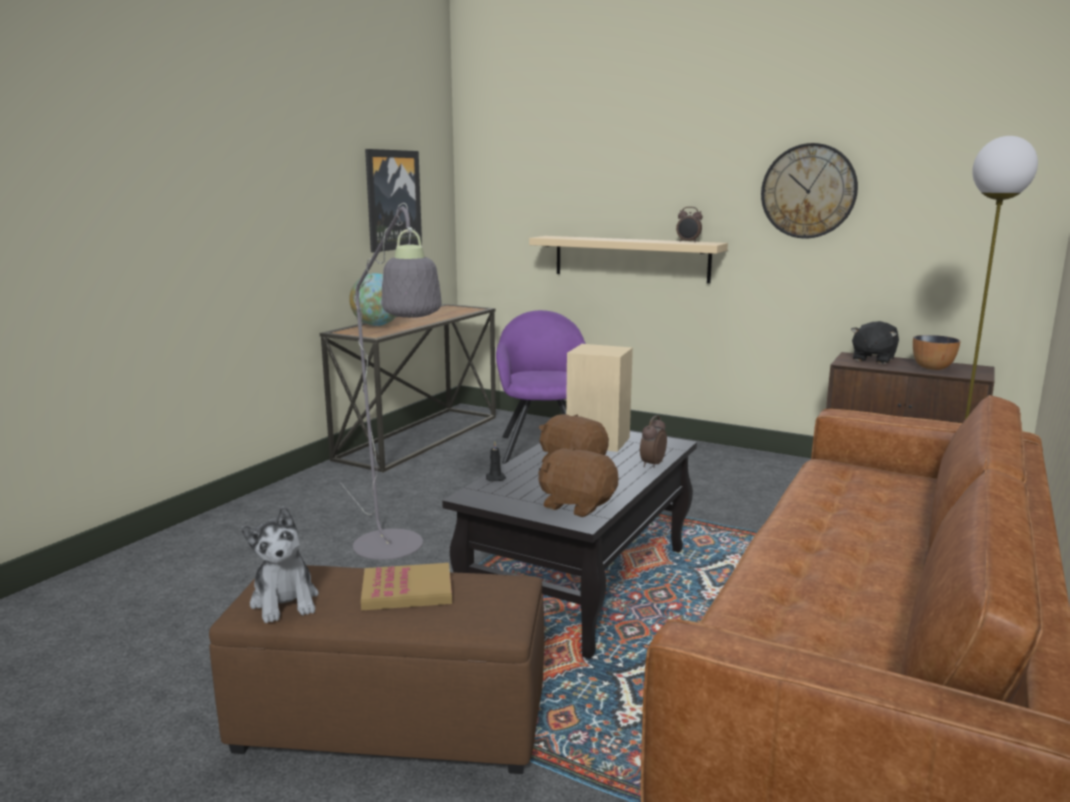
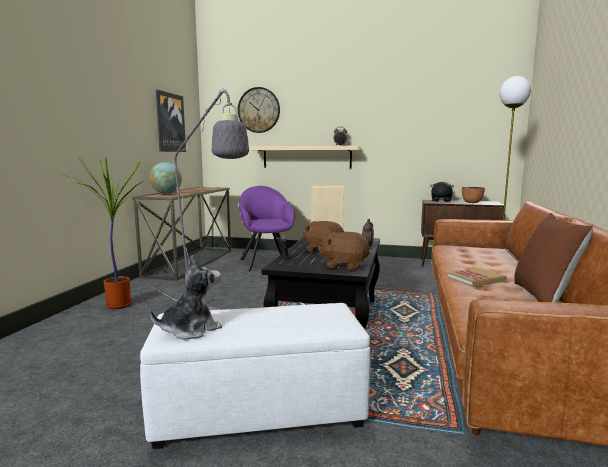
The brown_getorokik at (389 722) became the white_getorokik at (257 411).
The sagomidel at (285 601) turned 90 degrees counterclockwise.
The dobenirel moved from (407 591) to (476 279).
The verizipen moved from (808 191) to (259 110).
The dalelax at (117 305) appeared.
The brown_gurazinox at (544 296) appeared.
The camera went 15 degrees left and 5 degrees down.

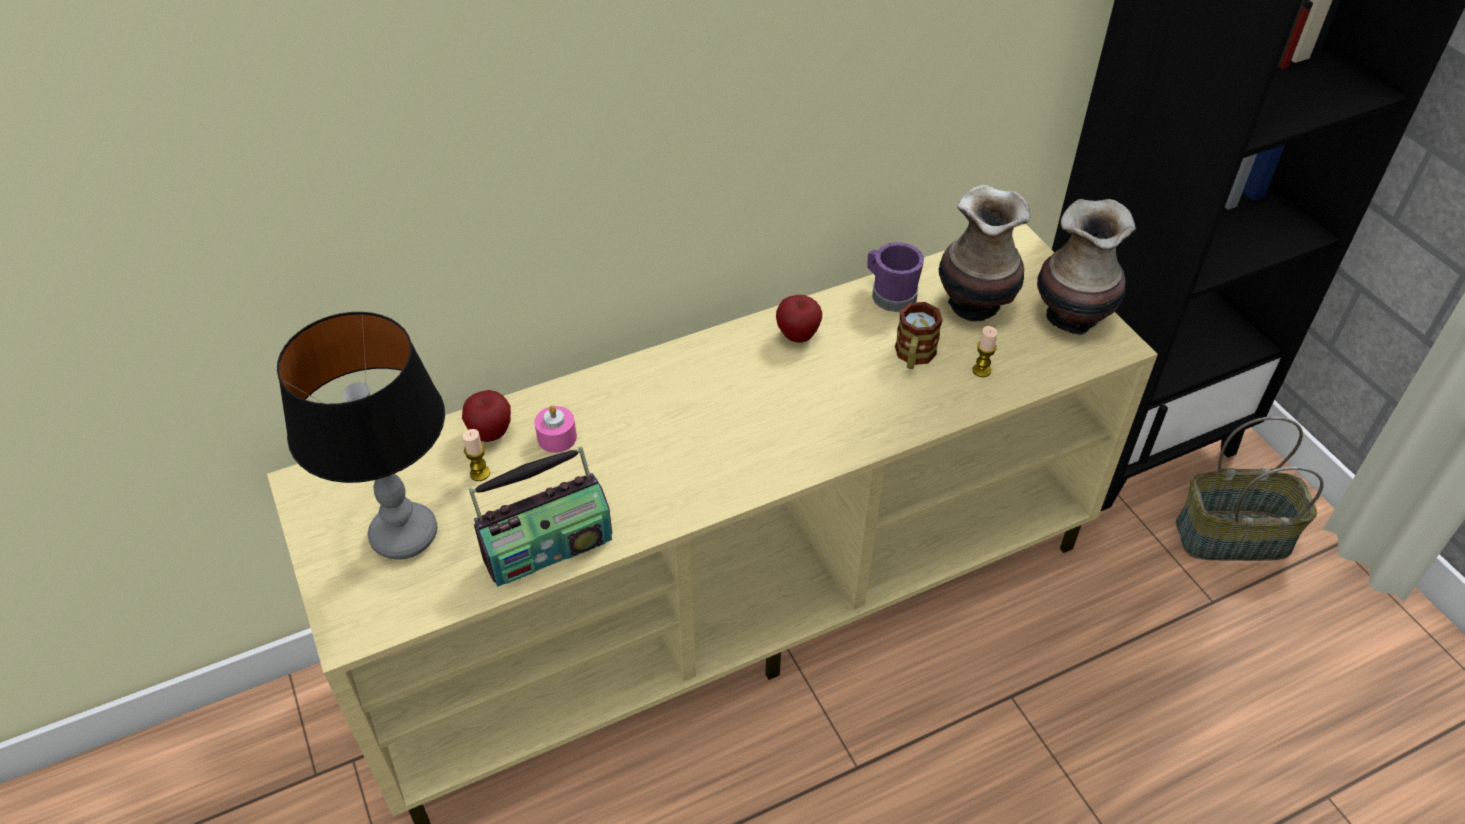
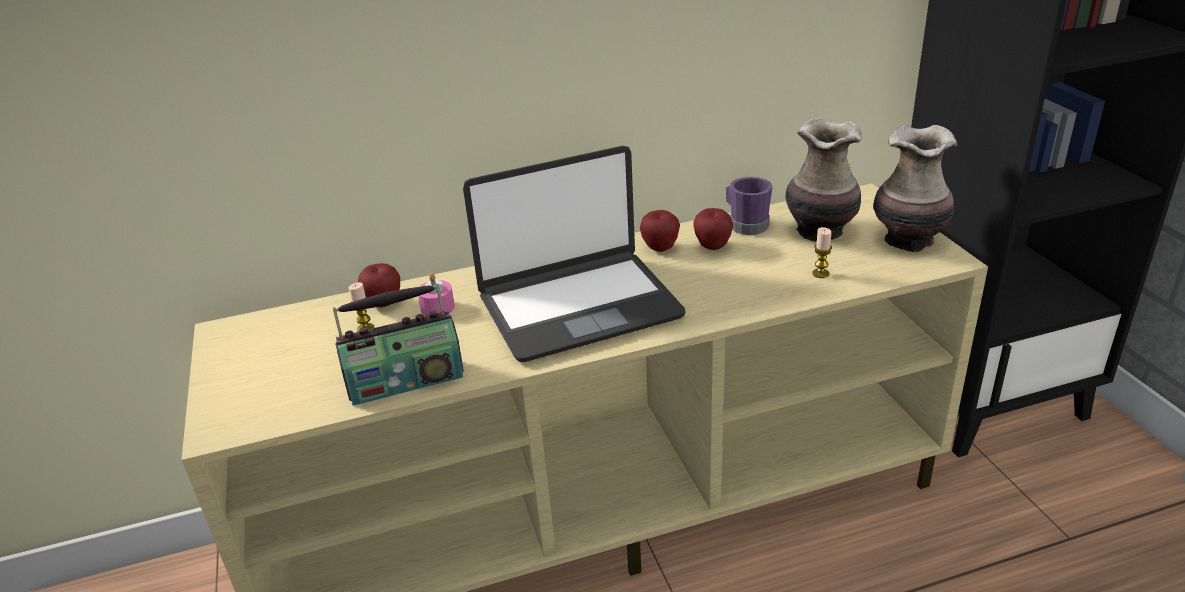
The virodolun at (404 534) disappeared.
The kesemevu at (913 357) disappeared.
The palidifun at (1232 538) disappeared.
The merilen at (578 306) appeared.
The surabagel at (712 247) appeared.
The camera went 10 degrees right and 15 degrees down.

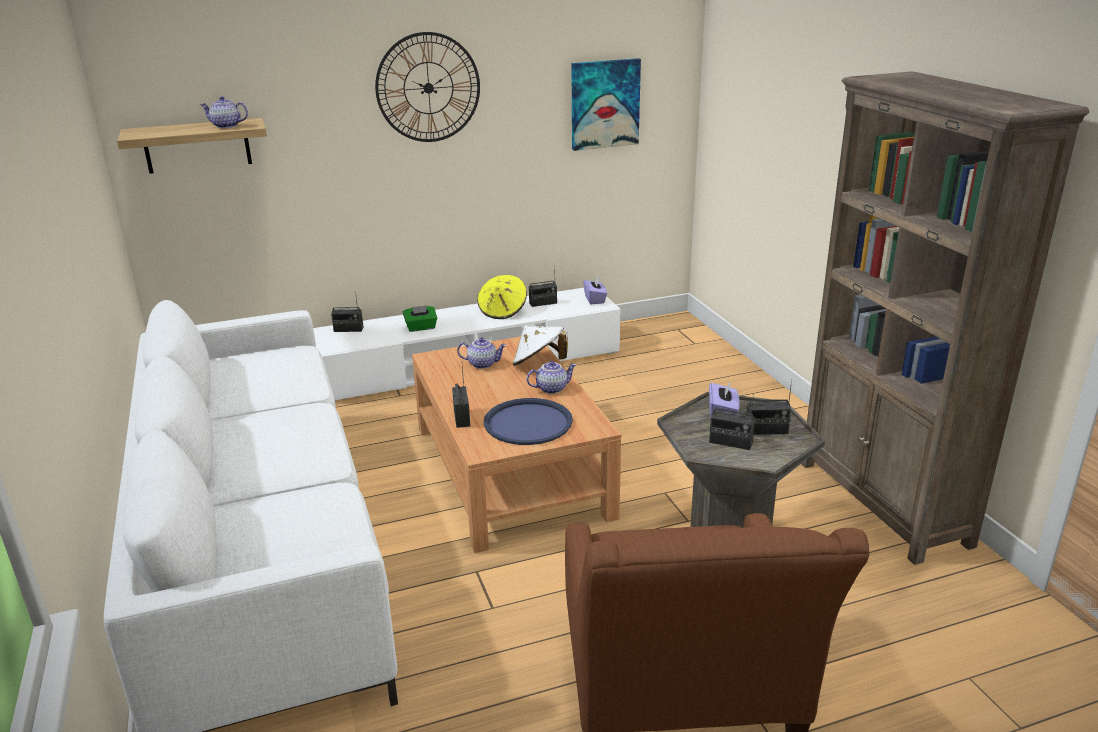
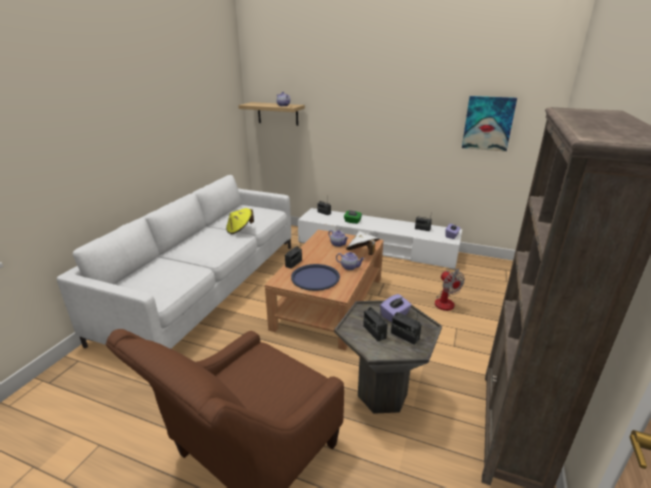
The verizipen at (428 88) disappeared.
The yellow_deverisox moved from (503 311) to (240 230).
The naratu at (446 301) appeared.
The camera went 40 degrees right and 0 degrees up.

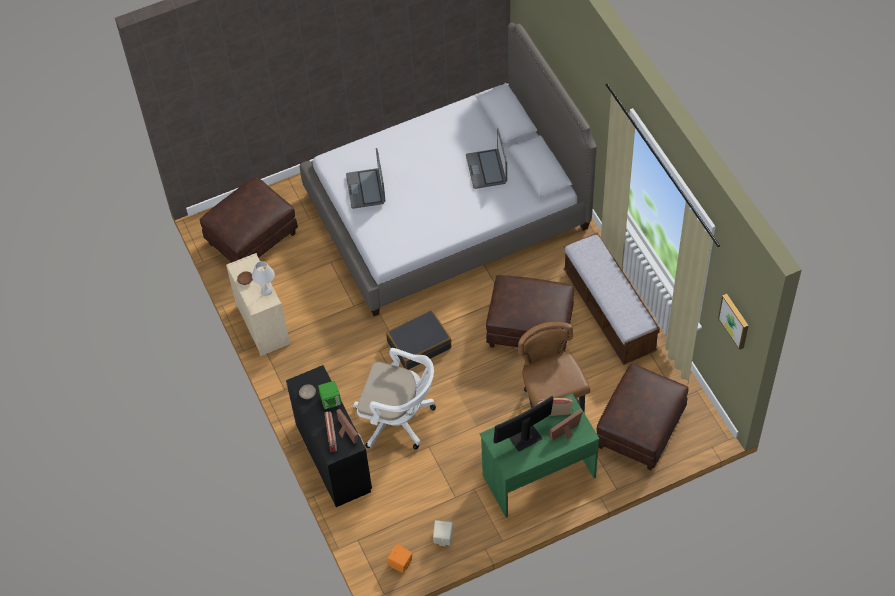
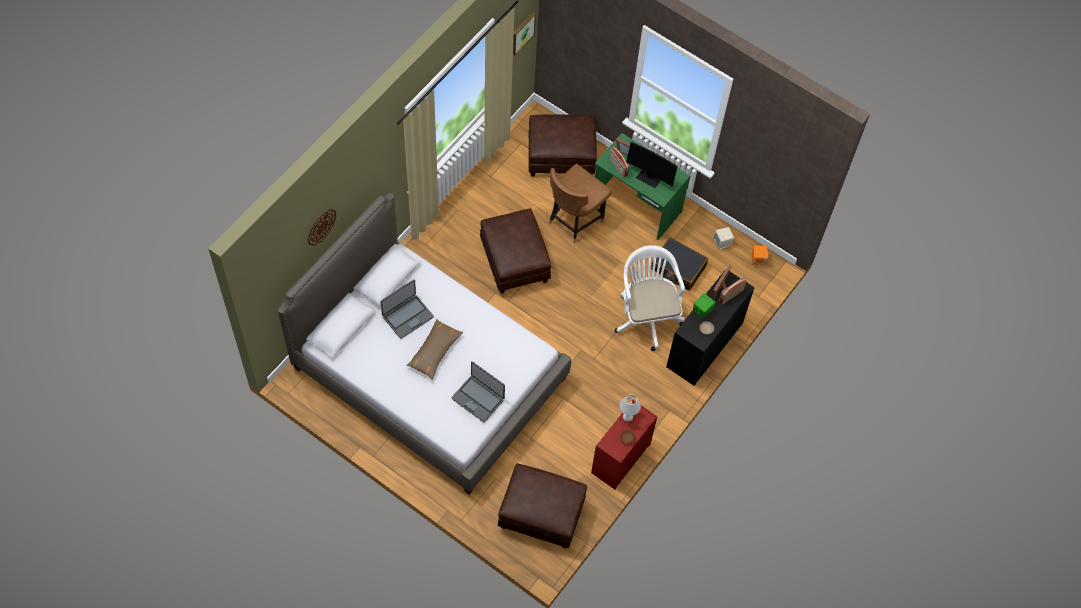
The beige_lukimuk at (262 324) became the red_lukimuk at (620 459).
The merilen at (366 189) turned 75 degrees clockwise.
The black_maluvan moved from (419 344) to (678 268).
The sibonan at (609 312) disappeared.
The verizipen at (321 227) appeared.
The brown_gurazinox at (434 352) appeared.
The camera went 125 degrees left and 5 degrees up.

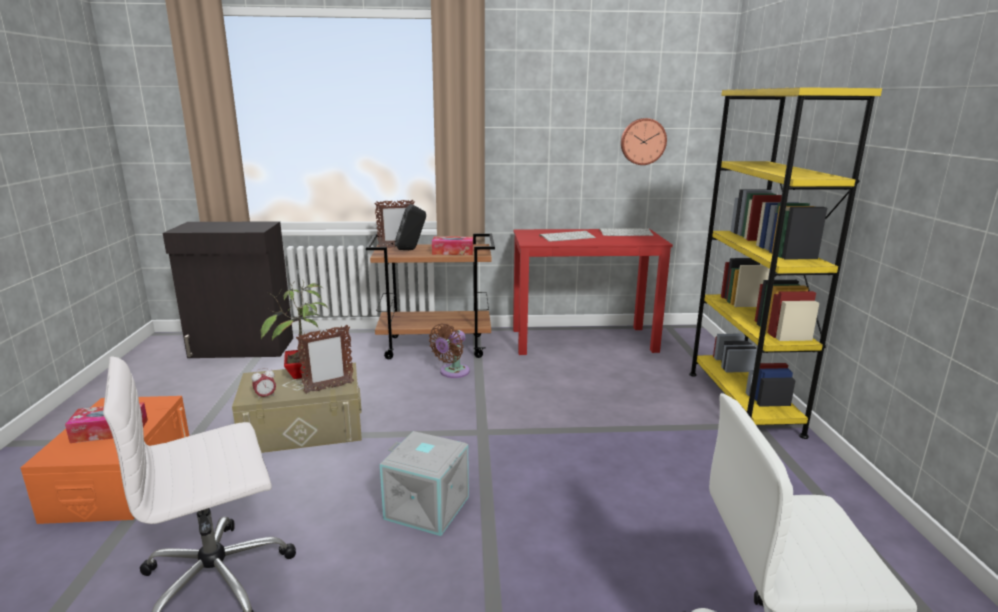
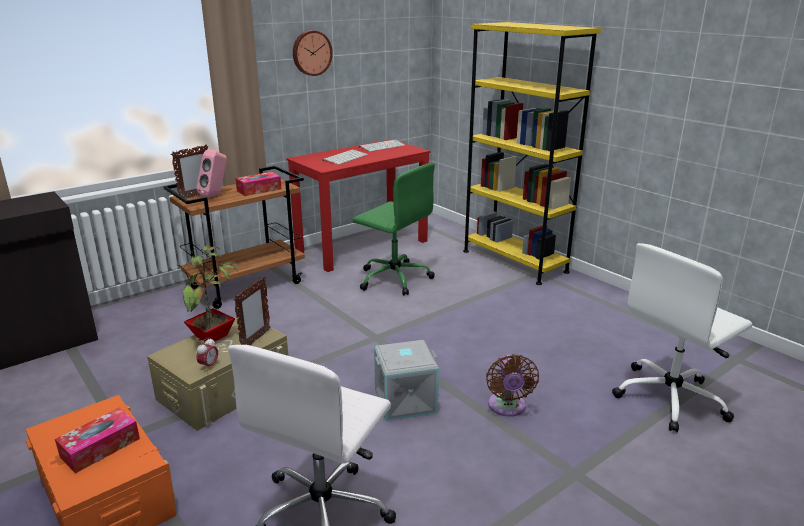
The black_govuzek at (411 250) became the pink_govuzek at (215 195).
The brown_naratu moved from (452 372) to (507 407).
The verizipen moved from (642 141) to (311 53).
The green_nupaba at (393 278) appeared.
The camera went 35 degrees left and 5 degrees up.

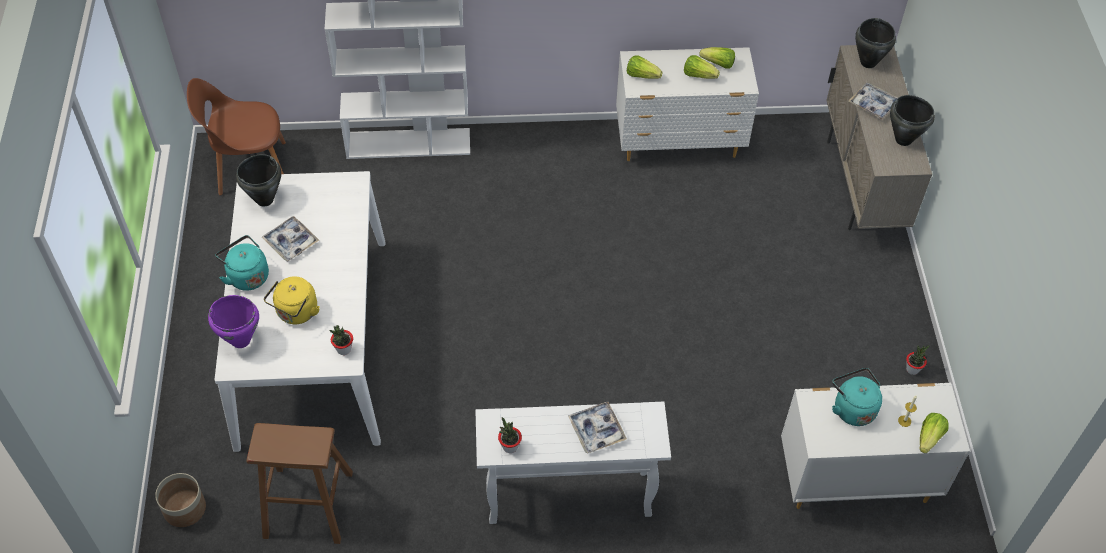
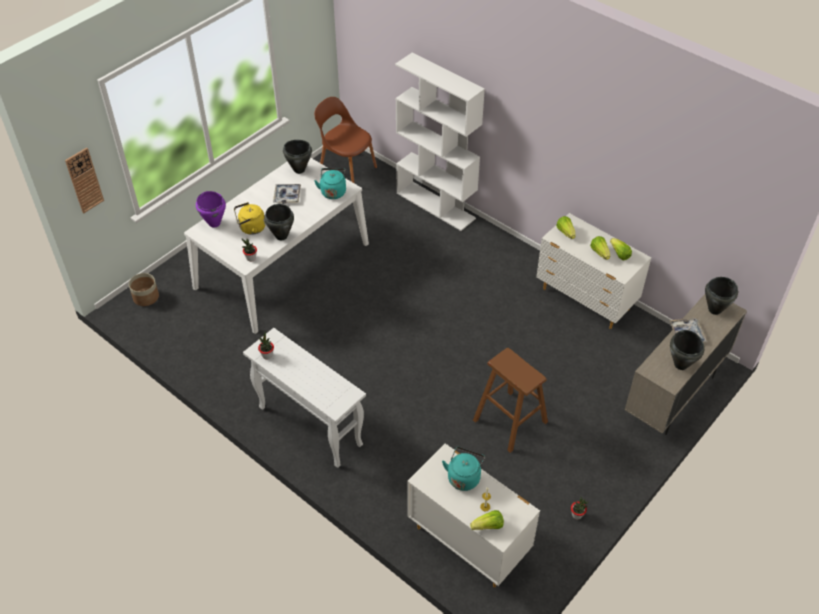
The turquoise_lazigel moved from (247 276) to (333 191).
The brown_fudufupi moved from (308 504) to (510 421).
The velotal at (596 430) disappeared.
The verizipen at (84 180) appeared.
The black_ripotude at (281 236) appeared.
The camera went 45 degrees right and 5 degrees down.

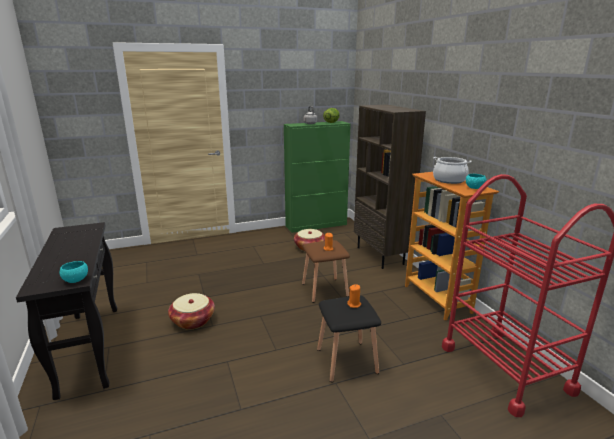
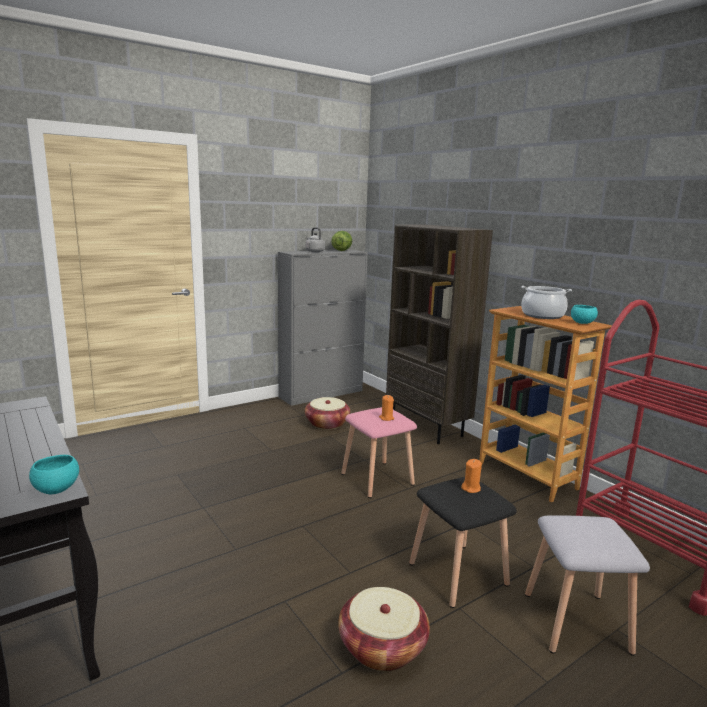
The palidifun moved from (193 321) to (382 647).
The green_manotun at (316 225) became the grey_manotun at (322 394).
The brown_fudufupi at (325 289) became the pink_fudufupi at (378 478).
The grey_fudufupi at (574 621) appeared.
The camera went 15 degrees left and 5 degrees down.

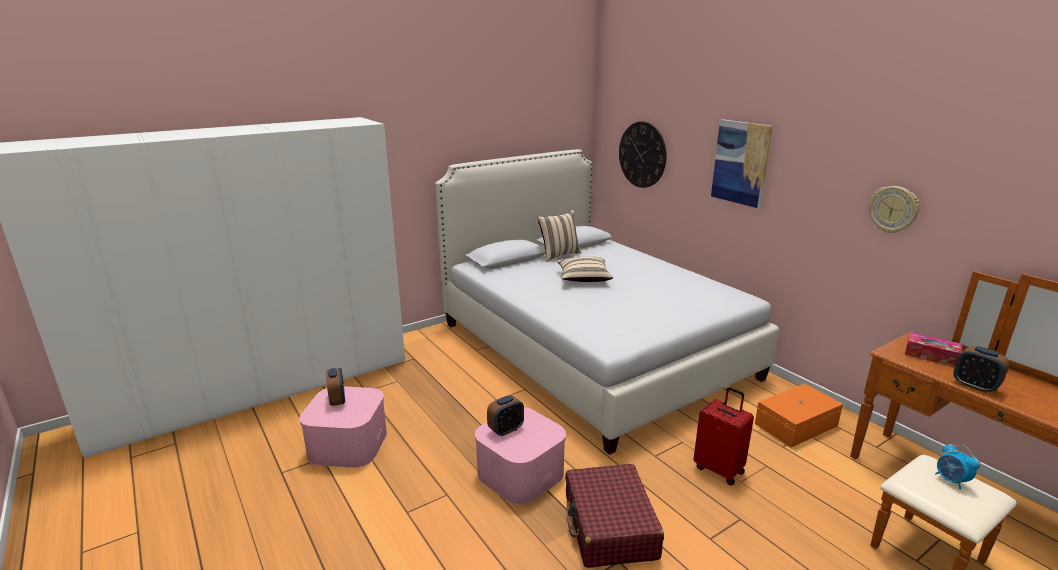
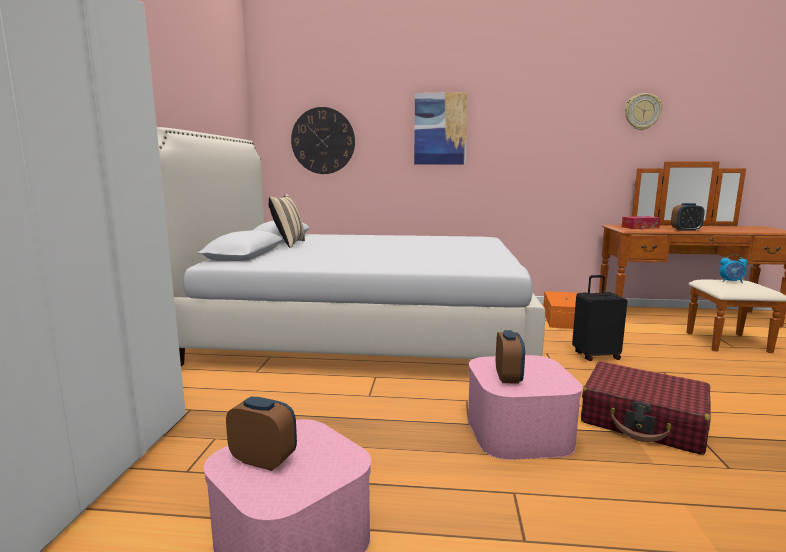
The beige_gurazinox at (583 279) disappeared.
The red_maluvan at (719 469) became the black_maluvan at (595 355).
The verizipen moved from (893 209) to (642 112).
The camera went 50 degrees left and 10 degrees down.

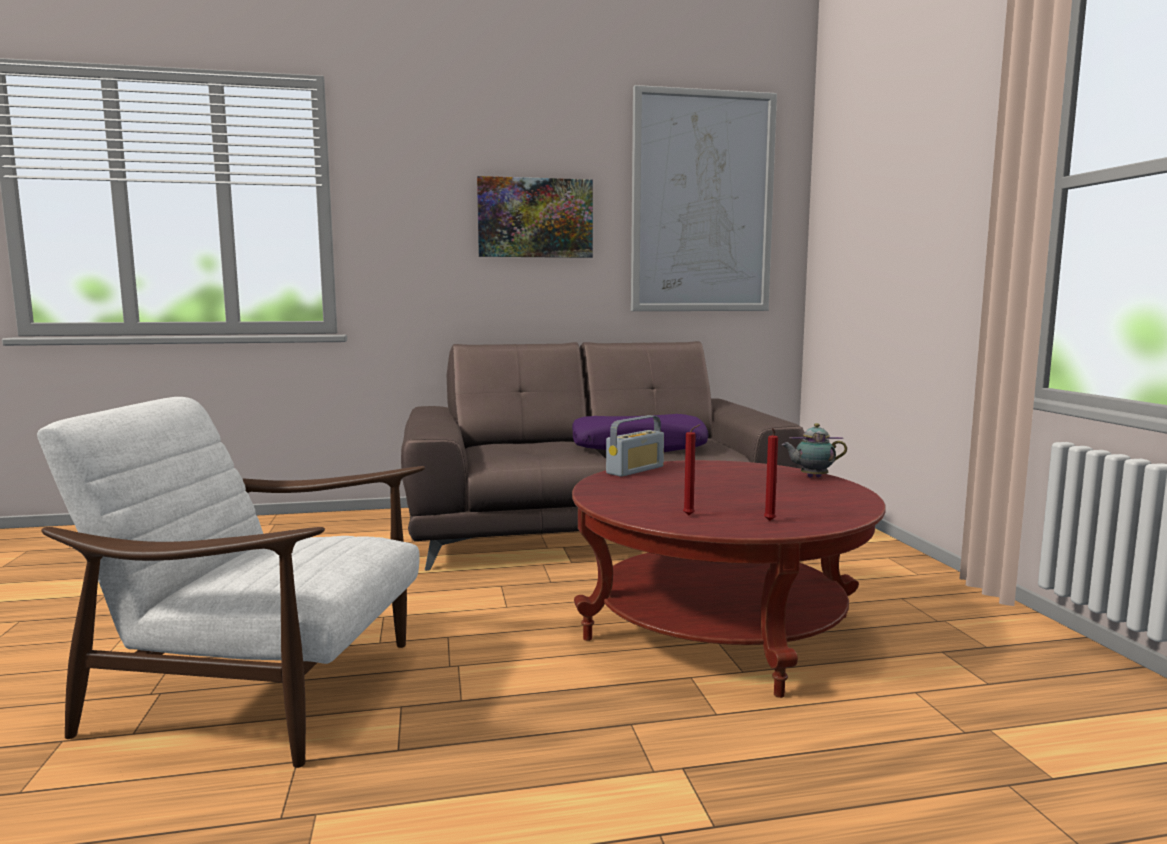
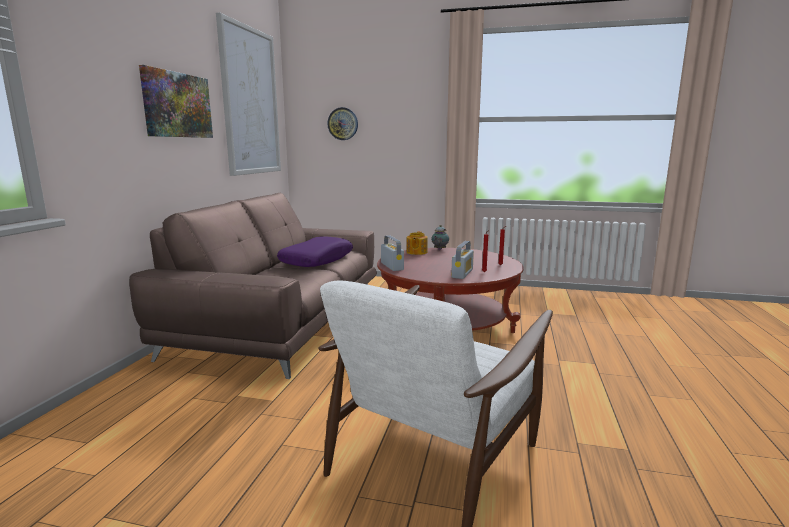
The verizipen at (343 124) appeared.
The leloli at (416 252) appeared.
The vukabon at (462 273) appeared.
The camera went 65 degrees left and 5 degrees up.

